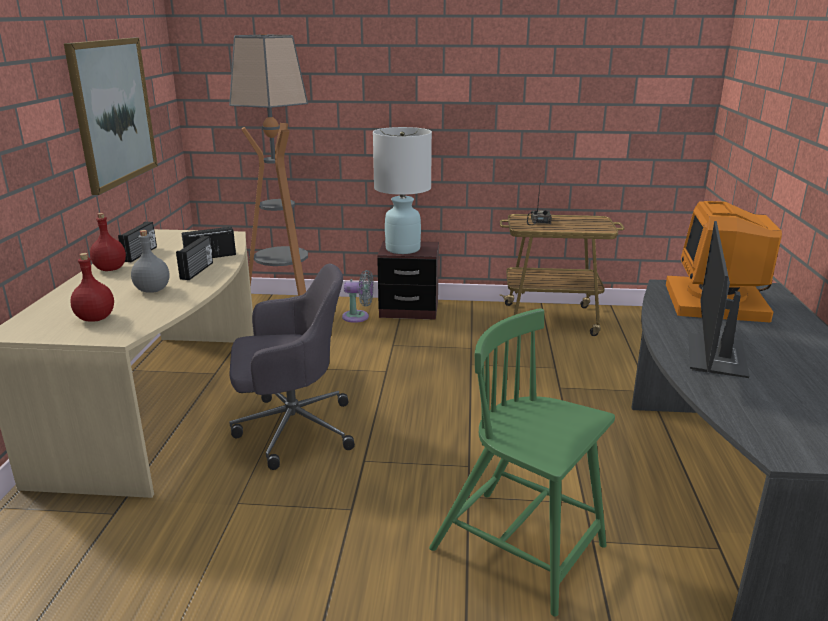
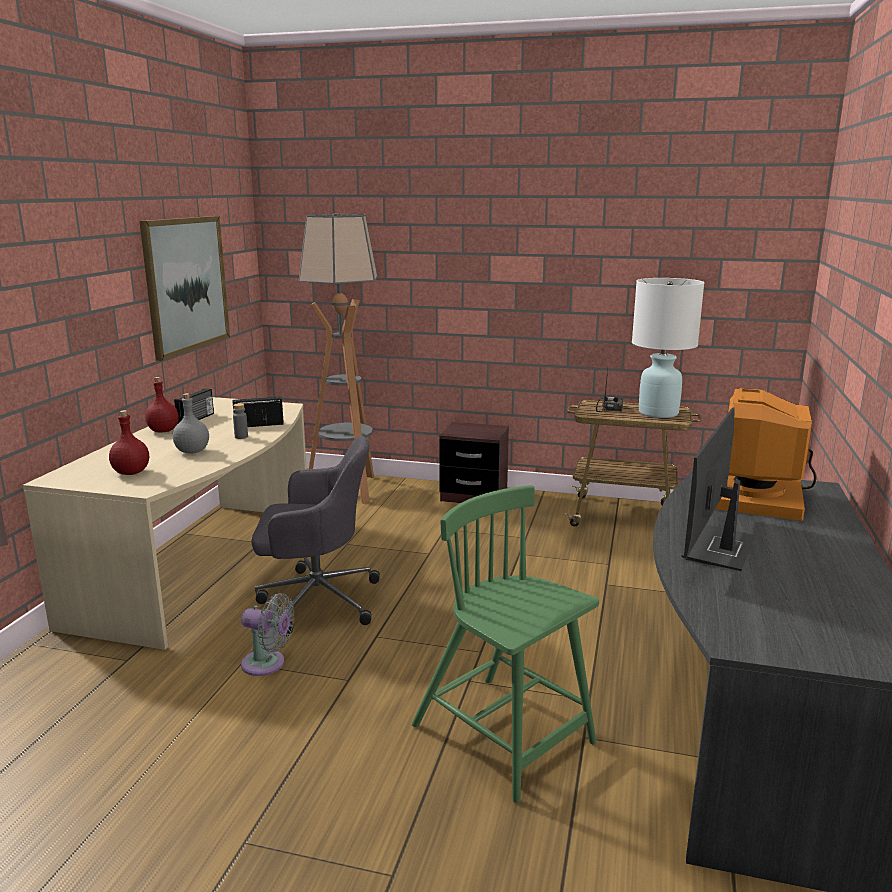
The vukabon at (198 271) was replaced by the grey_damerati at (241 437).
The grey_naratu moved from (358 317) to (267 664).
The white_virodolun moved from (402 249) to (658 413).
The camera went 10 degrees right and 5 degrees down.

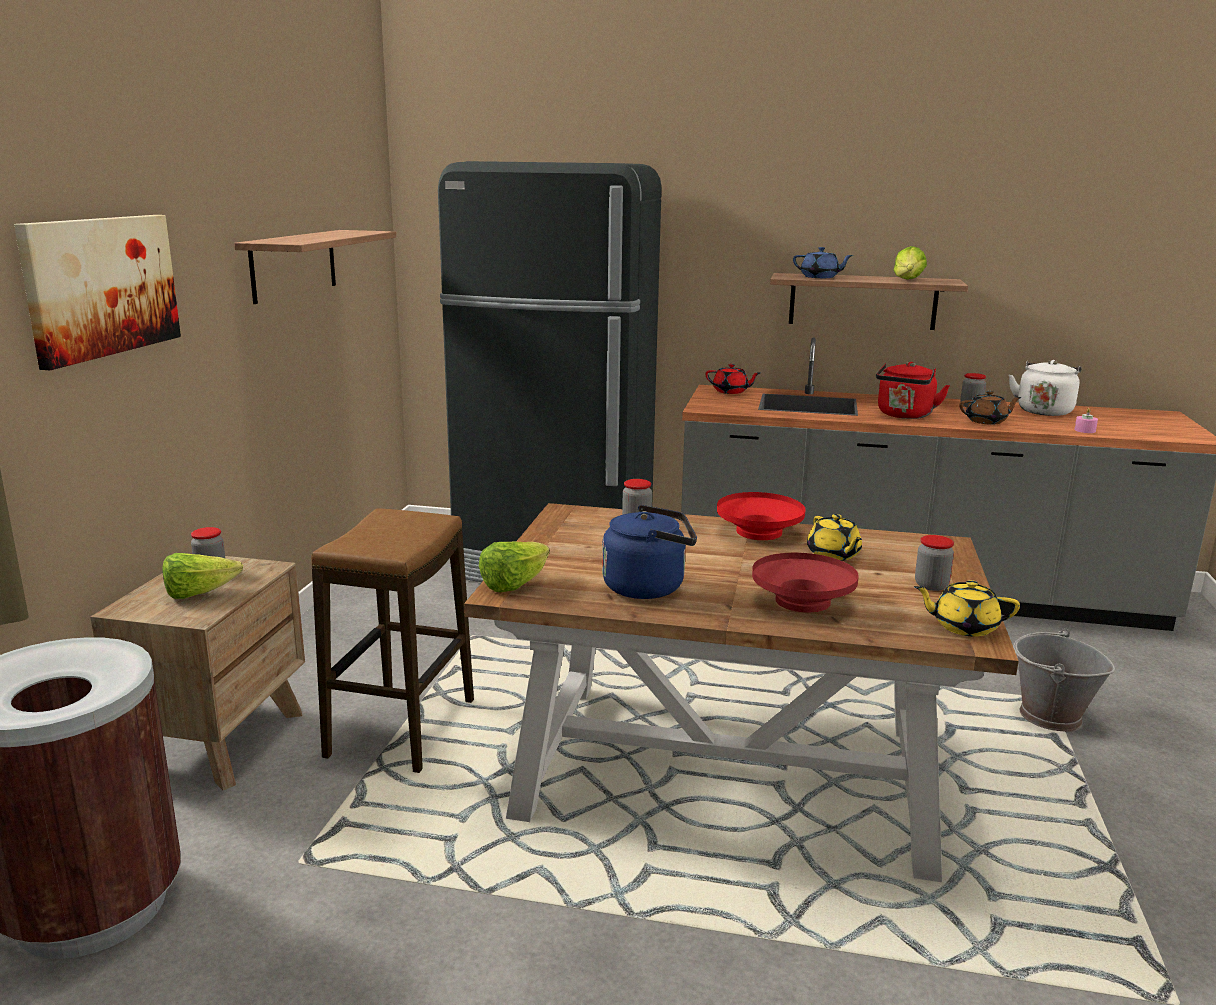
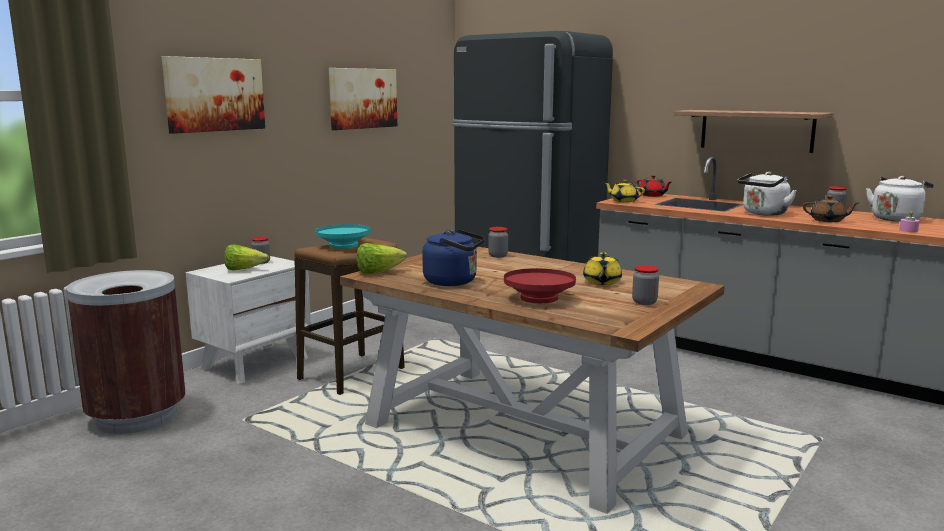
The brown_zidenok at (219 740) became the white_zidenok at (255 363).
The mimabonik at (294 265) was replaced by the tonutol at (362 98).
The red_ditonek at (759 532) disappeared.
The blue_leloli at (820 277) disappeared.
The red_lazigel at (904 416) became the white_lazigel at (763 214).
The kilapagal at (908 280) disappeared.
The yellow_leloli moved from (963 627) to (623 201).
The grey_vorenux at (1049 717) disappeared.
The turquoise_ditonek at (343 246) appeared.
The camera went 25 degrees right and 5 degrees down.

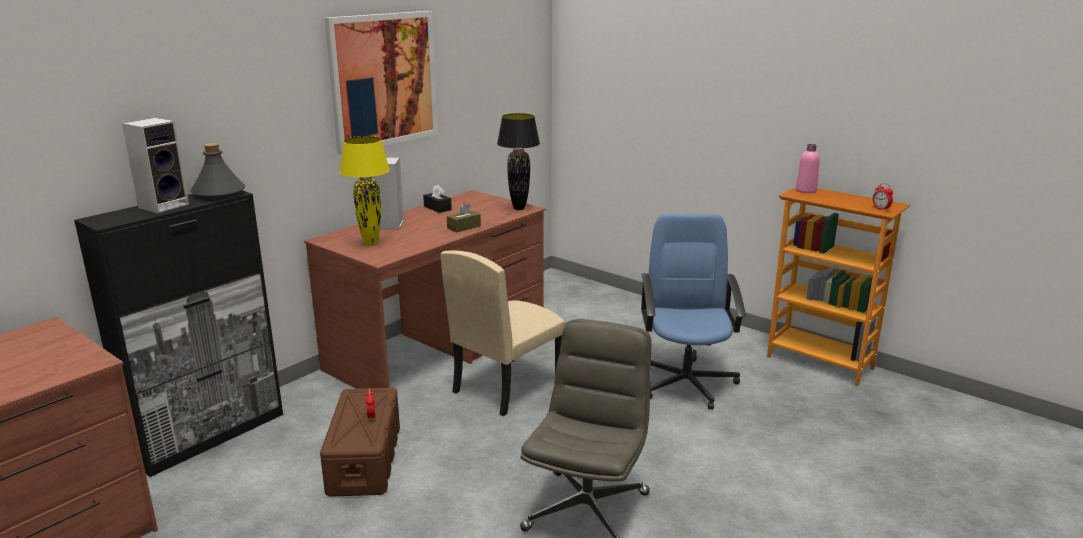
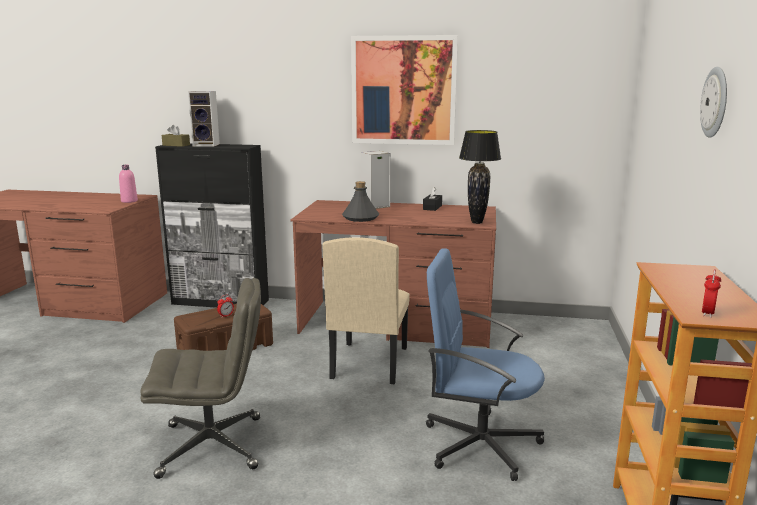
The grey_damerati moved from (218 194) to (360 218).
The yellow_virodolun at (370 244) disappeared.
The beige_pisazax at (506 386) turned 90 degrees counterclockwise.
The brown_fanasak moved from (464 227) to (176 145).
The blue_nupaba at (686 382) turned 135 degrees counterclockwise.
The pink_damerati moved from (806 190) to (129 201).
The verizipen at (715 102) appeared.
The camera went 60 degrees right and 5 degrees down.

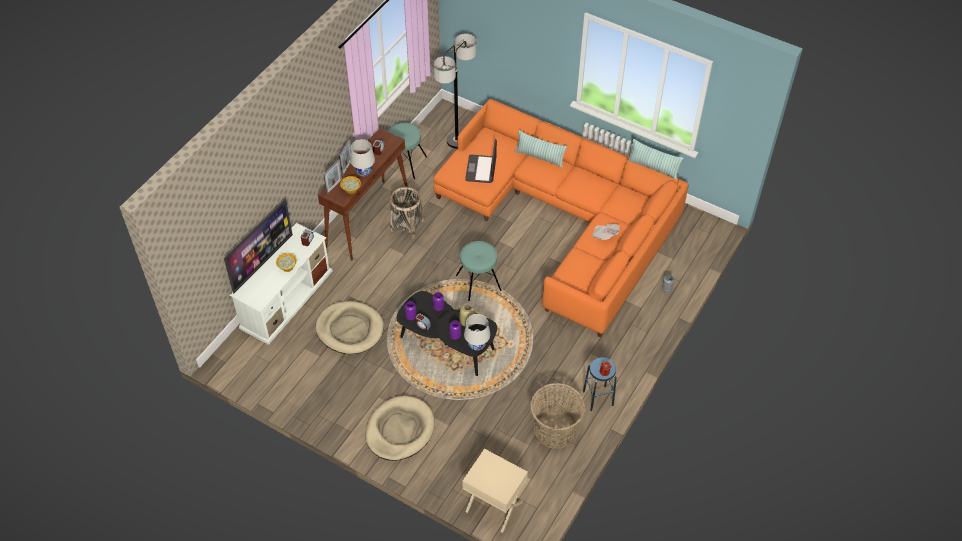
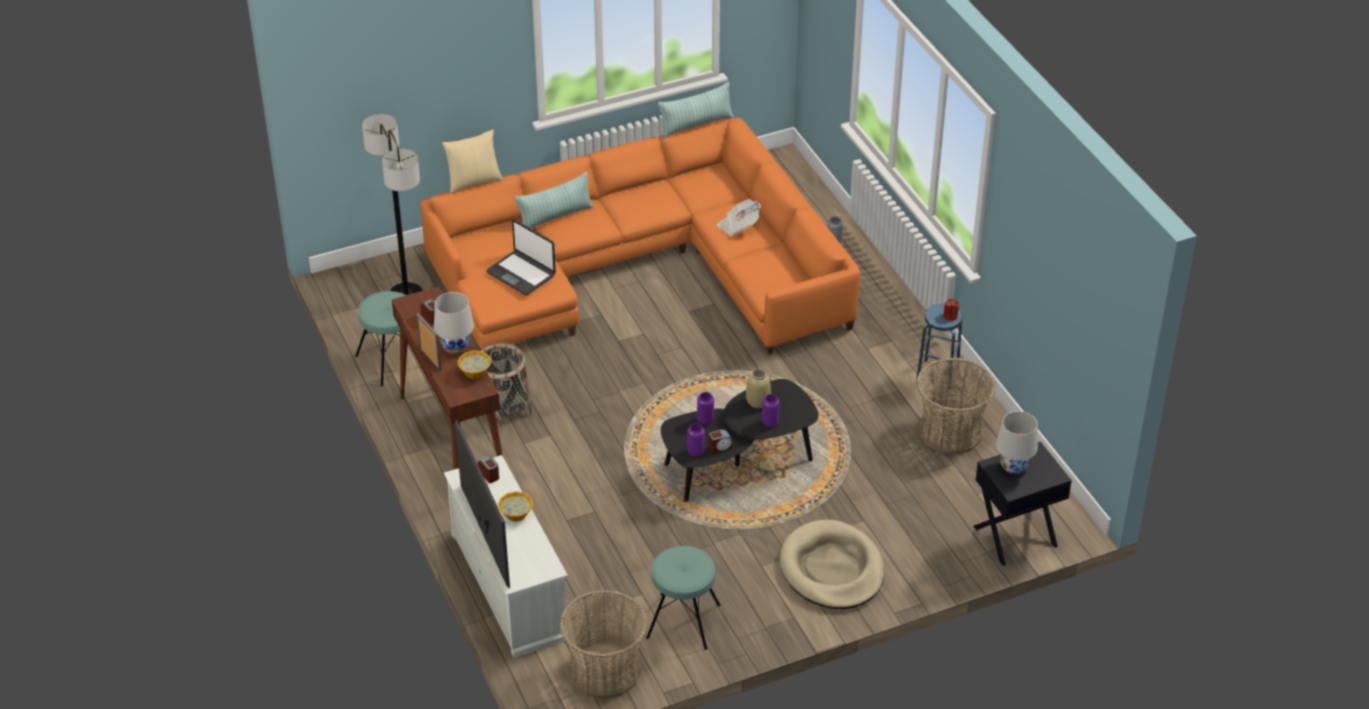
The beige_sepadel at (350 329) disappeared.
The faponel at (334 186) disappeared.
The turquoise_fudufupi moved from (478 283) to (683 621).
The beige_zidenok at (493 506) became the black_zidenok at (1015 537).
The white_virodolun moved from (477 345) to (1013 466).
The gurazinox at (473 181) appeared.
The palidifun at (605 671) appeared.
The camera went 55 degrees left and 10 degrees down.

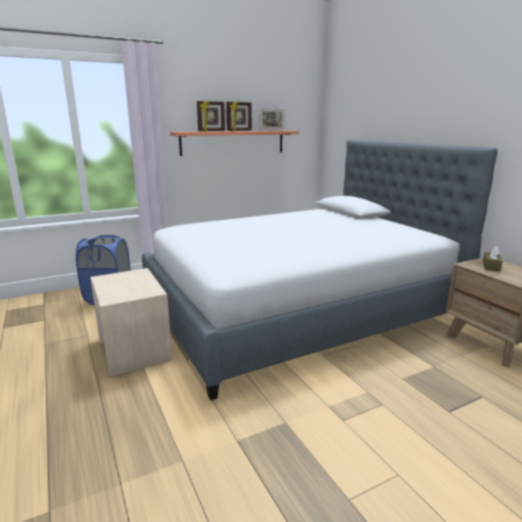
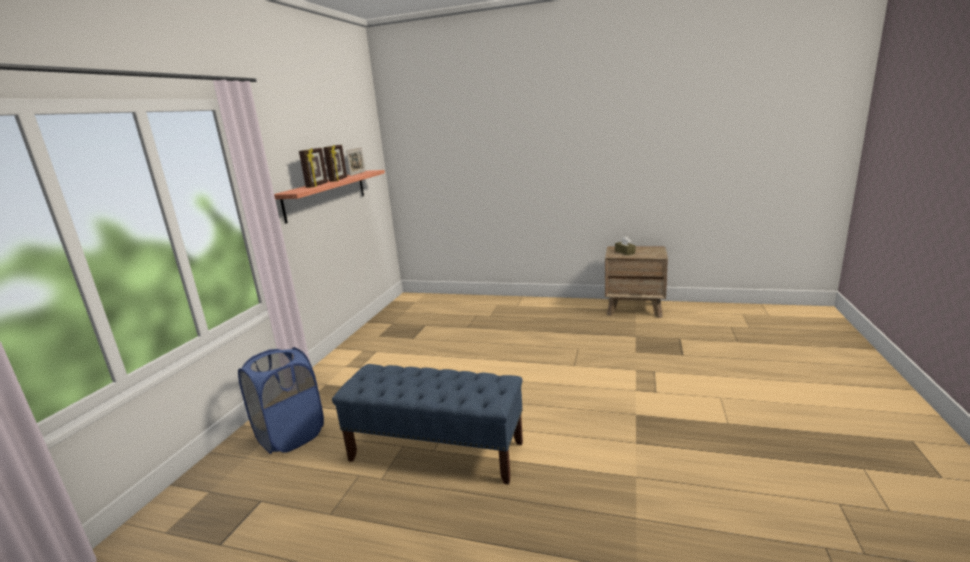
The beige_zidenok at (134 349) was replaced by the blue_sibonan at (436 451).
The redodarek at (298 309) disappeared.
The camera went 45 degrees left and 0 degrees up.

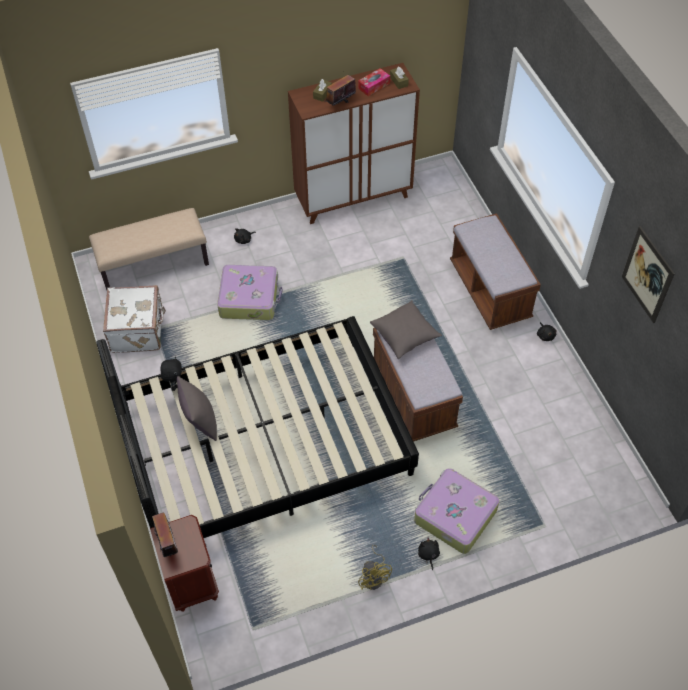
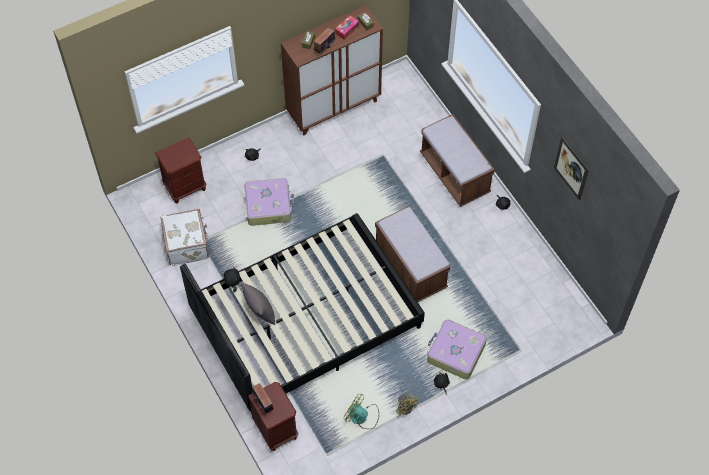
The beige_sibonan at (154 264) was replaced by the brown_zidenok at (185 187).
The grey_gurazinox at (405 335) disappeared.
The naratu at (362 416) appeared.
The camera went 10 degrees left and 5 degrees up.

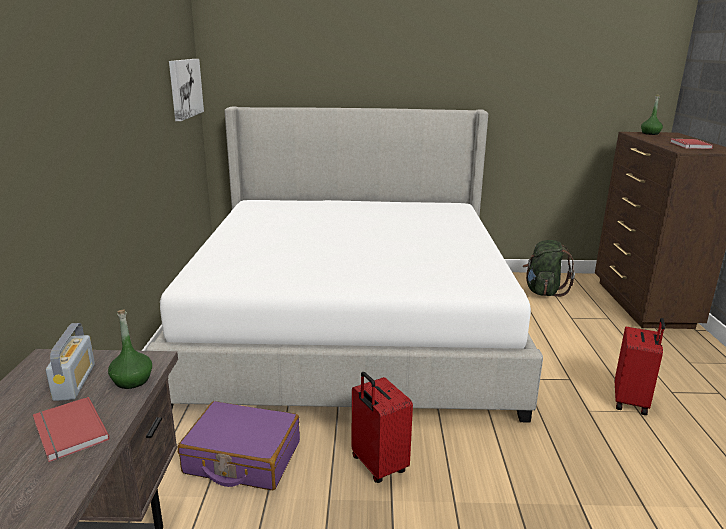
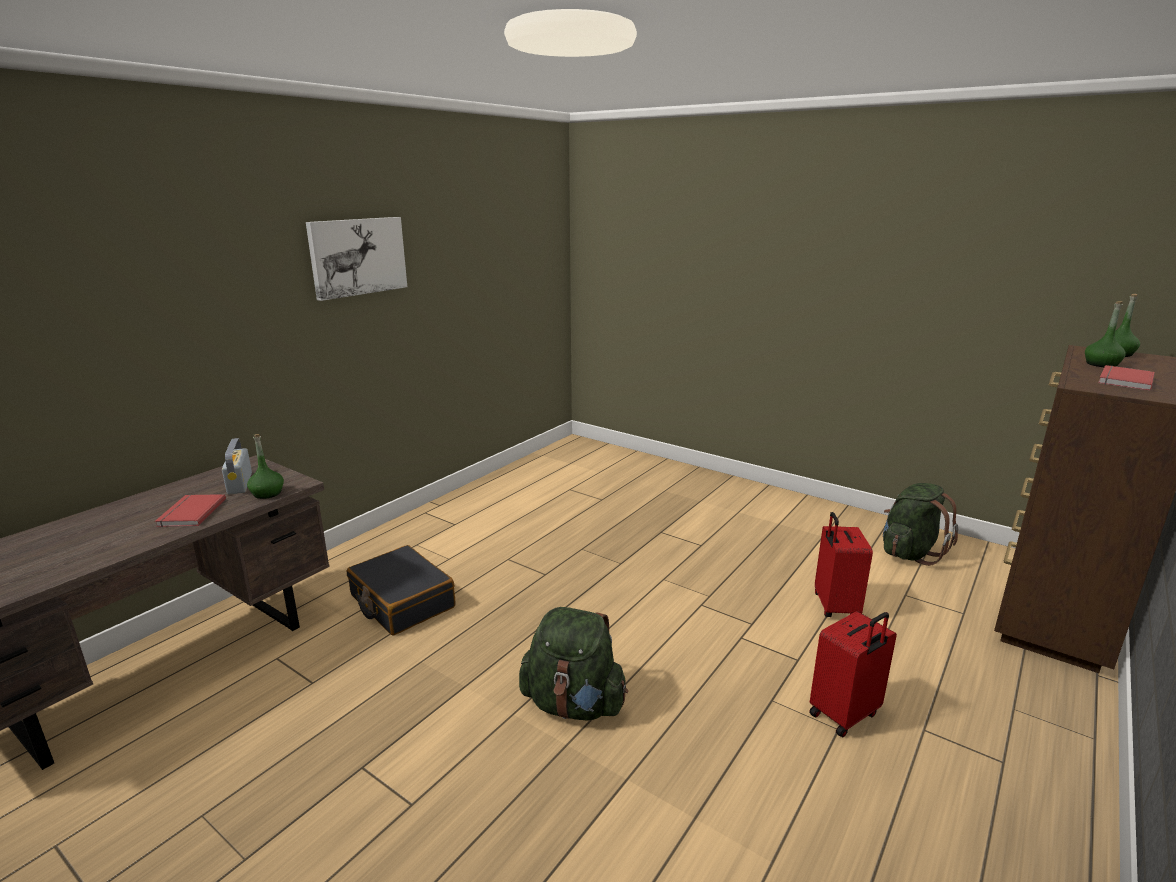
The vukabon at (74 382) turned 135 degrees clockwise.
The redodarek at (351 327) disappeared.
The tonutol moved from (185 88) to (358 256).
The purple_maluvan at (242 458) became the black_maluvan at (401 602).
The red_maluvan moved from (377 466) to (834 606).
The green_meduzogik at (574 704) appeared.
The green_damerati at (1101 364) appeared.
The camera went 35 degrees right and 0 degrees up.

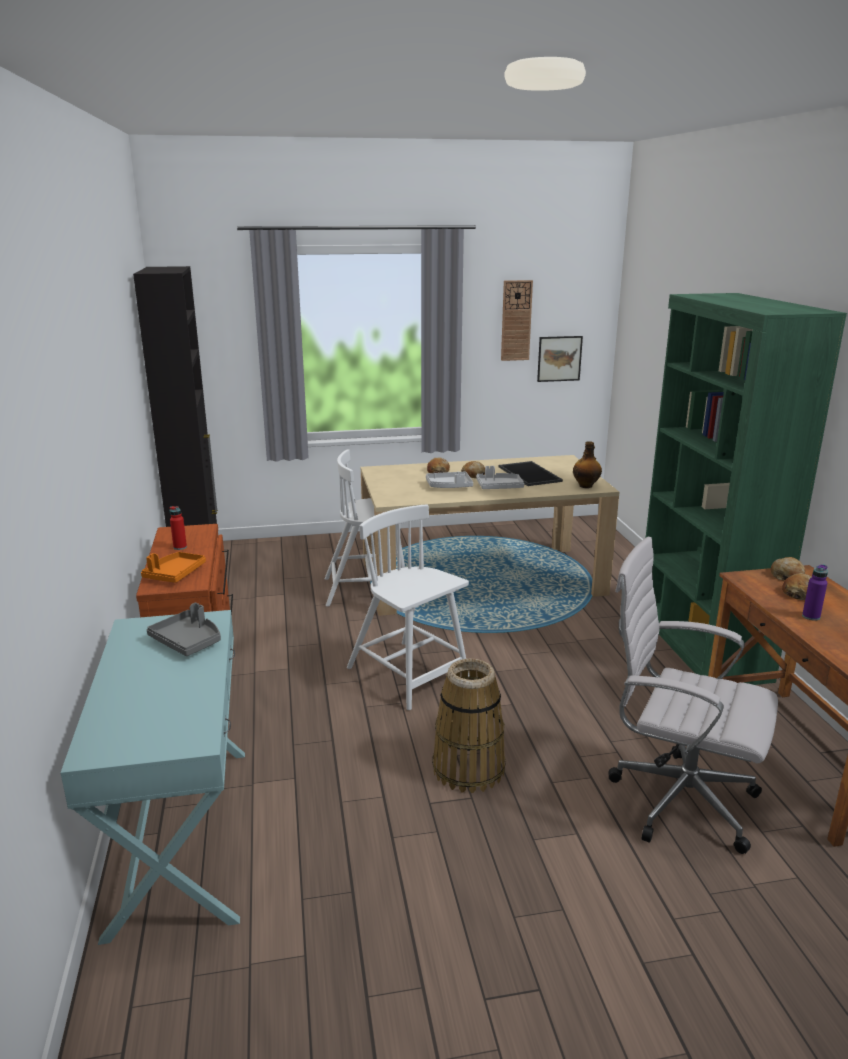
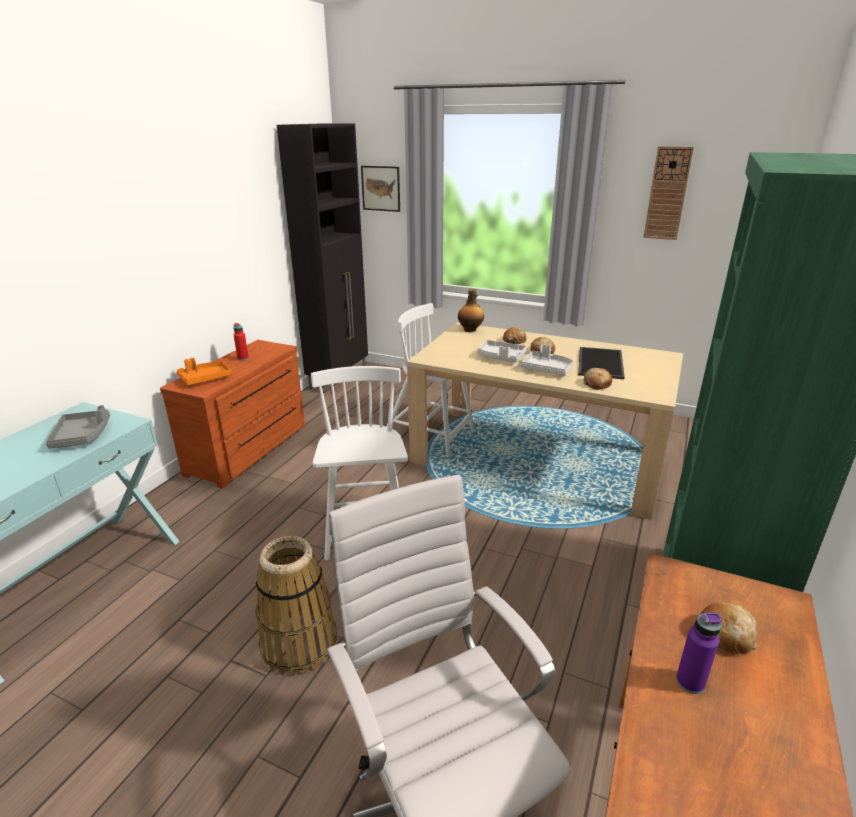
The tonutol moved from (559 358) to (381 188).
The damerati moved from (586 486) to (470 330).
The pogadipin moved from (787 576) to (597 384).
The camera went 35 degrees right and 5 degrees up.

